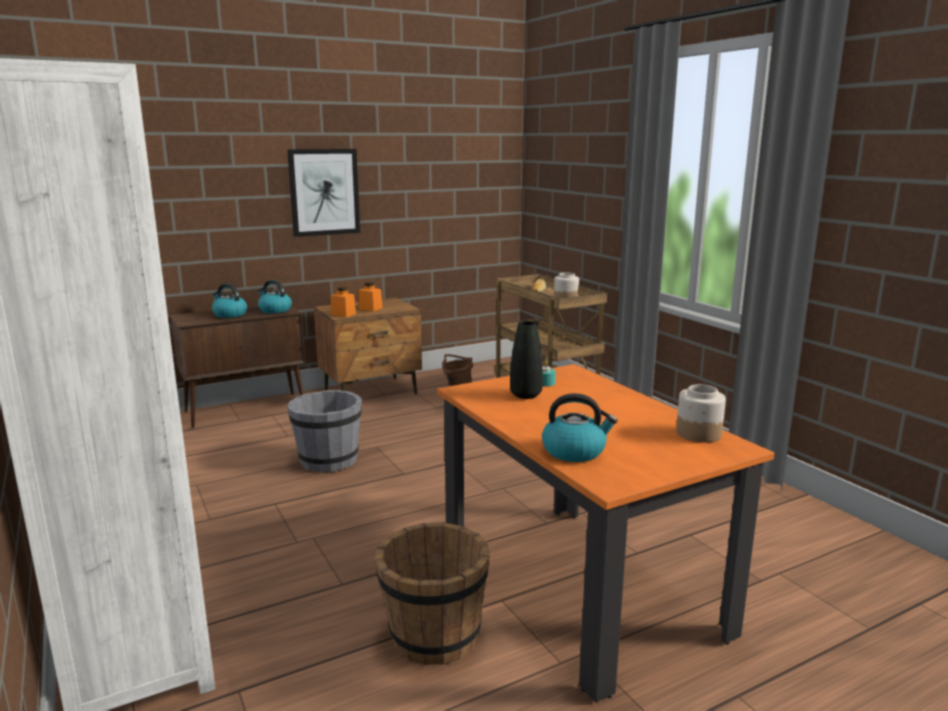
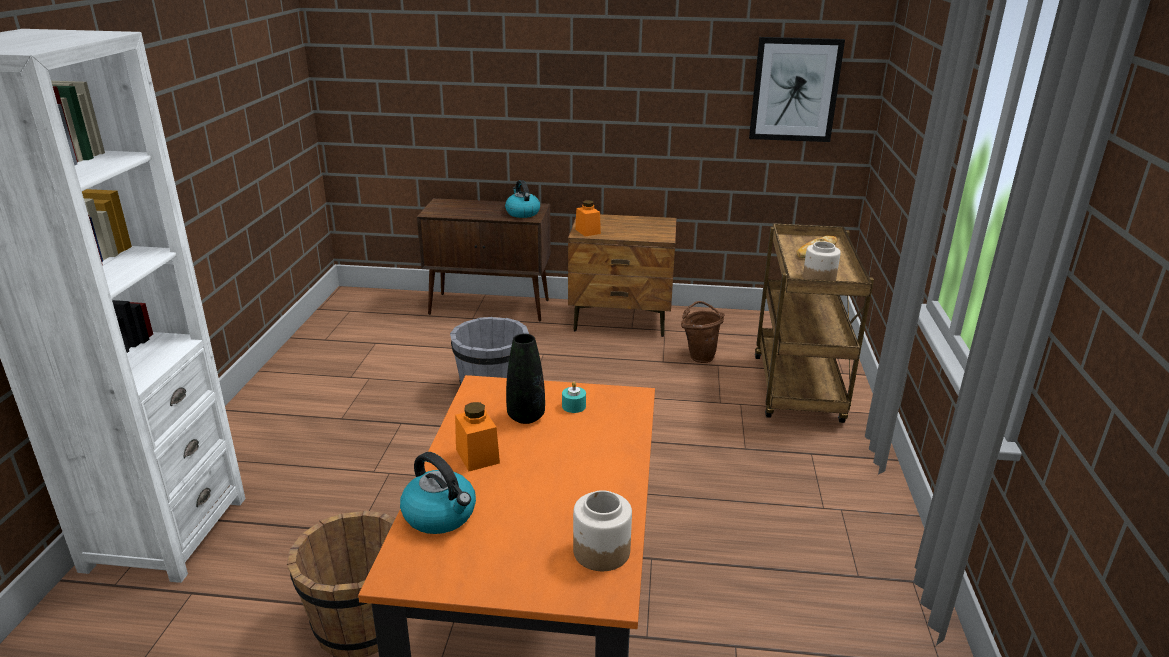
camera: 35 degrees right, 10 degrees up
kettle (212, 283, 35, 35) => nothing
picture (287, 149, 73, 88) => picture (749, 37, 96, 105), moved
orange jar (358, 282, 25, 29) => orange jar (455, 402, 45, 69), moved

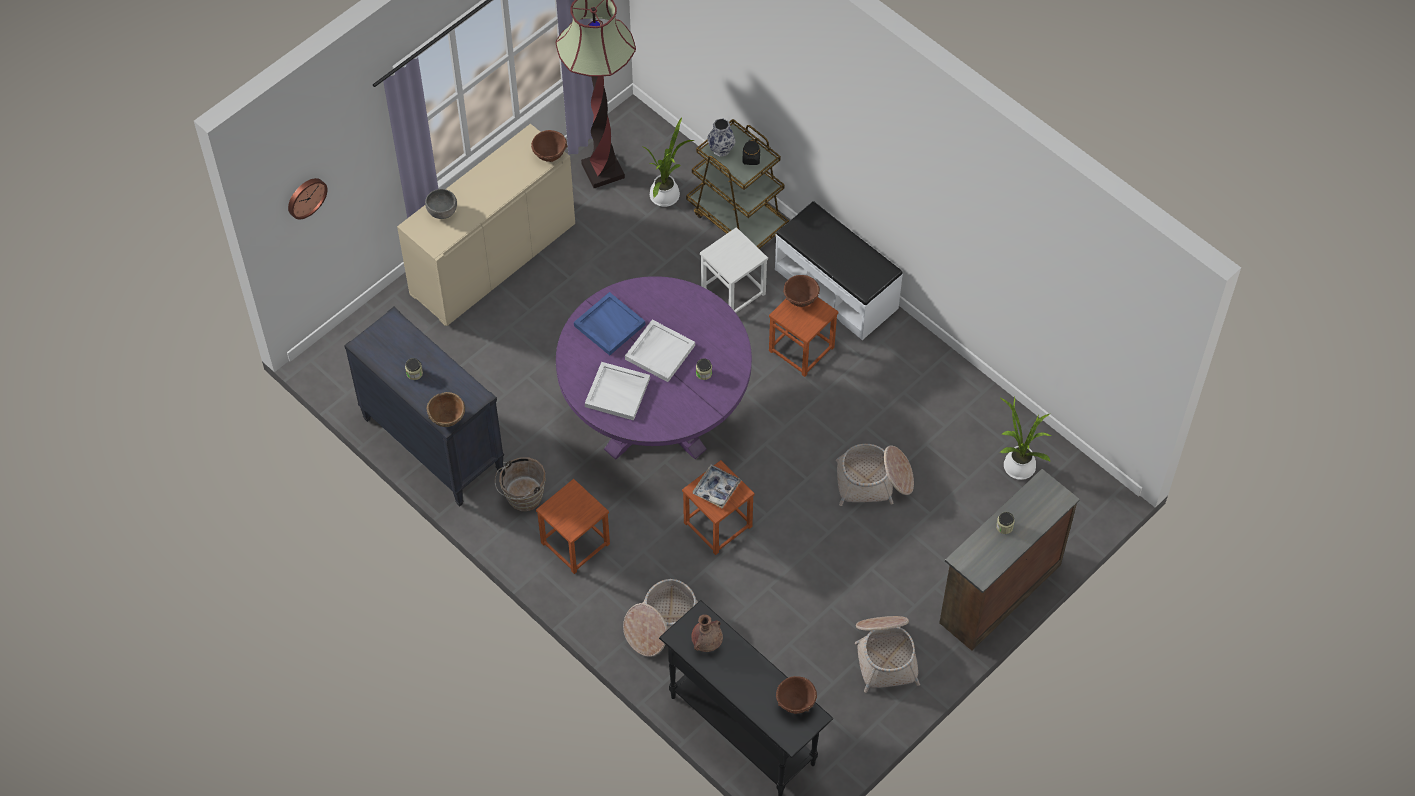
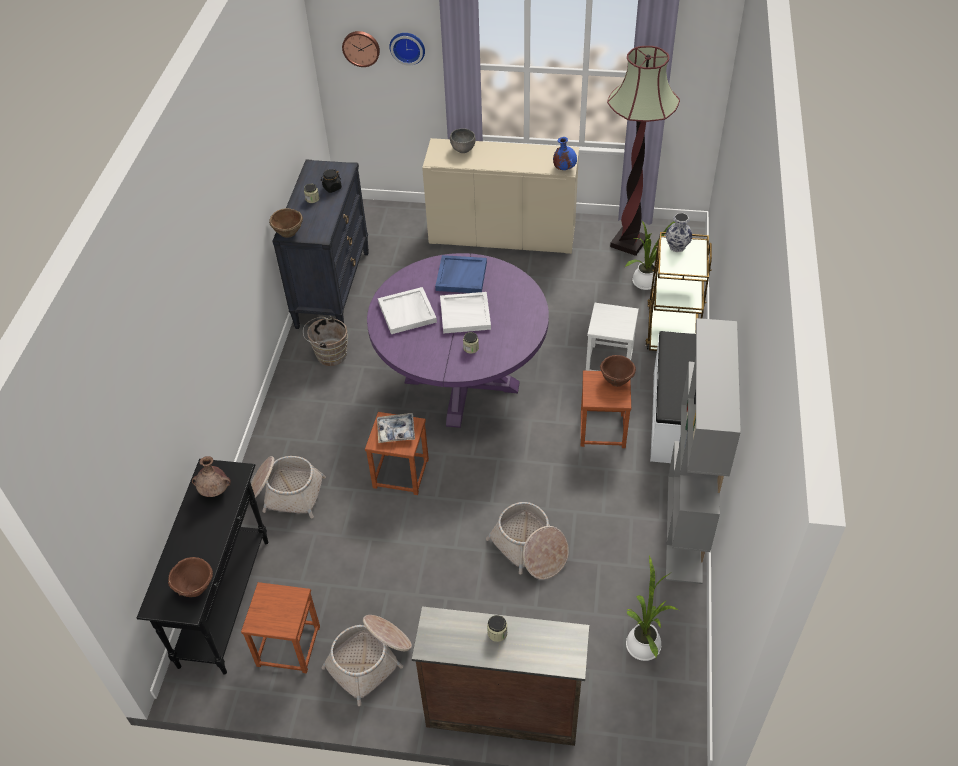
camera: 55 degrees right, 10 degrees down
nothing => wall clock (389, 33, 36, 33)
nothing => grey bookcase (666, 318, 75, 266)
brown stool (536, 479, 74, 95) => brown stool (241, 582, 79, 91), moved
black jar (742, 139, 18, 26) => black jar (321, 169, 21, 24), moved
brown bowl (531, 130, 36, 32) => blue vase (553, 137, 24, 33)

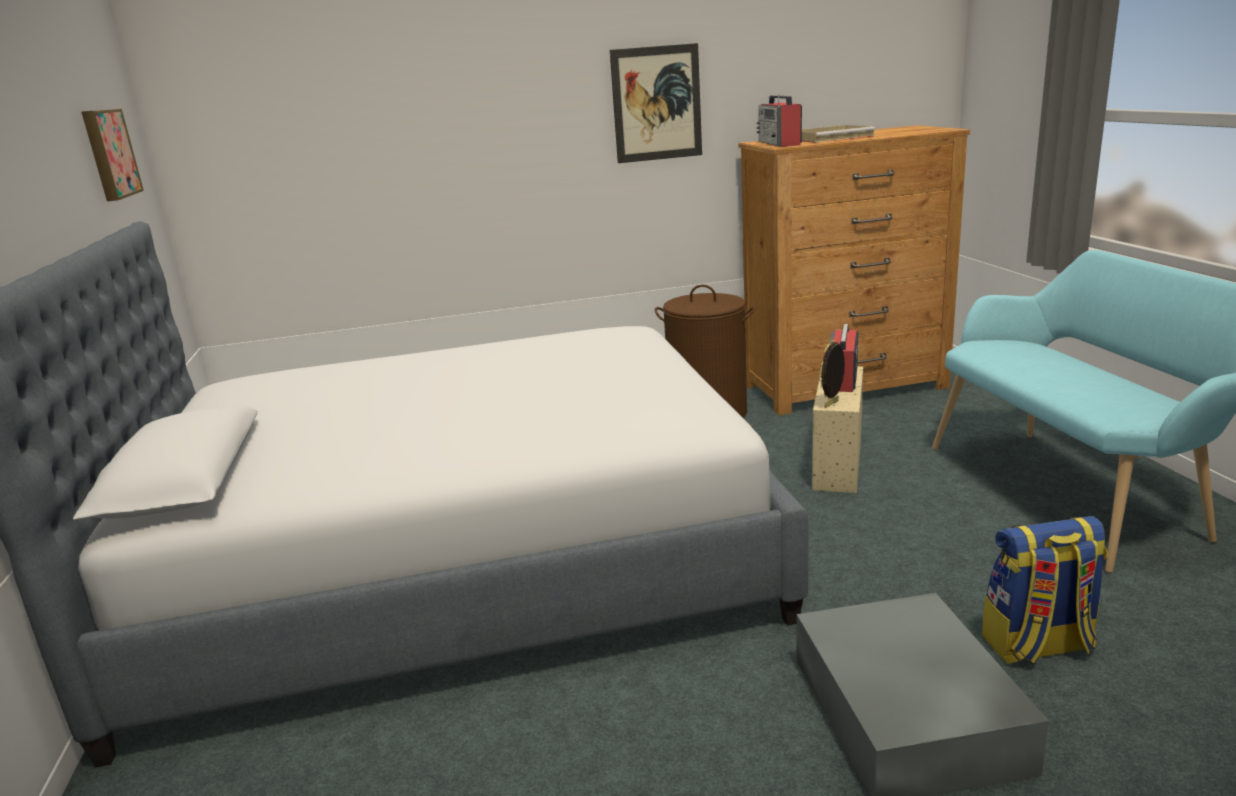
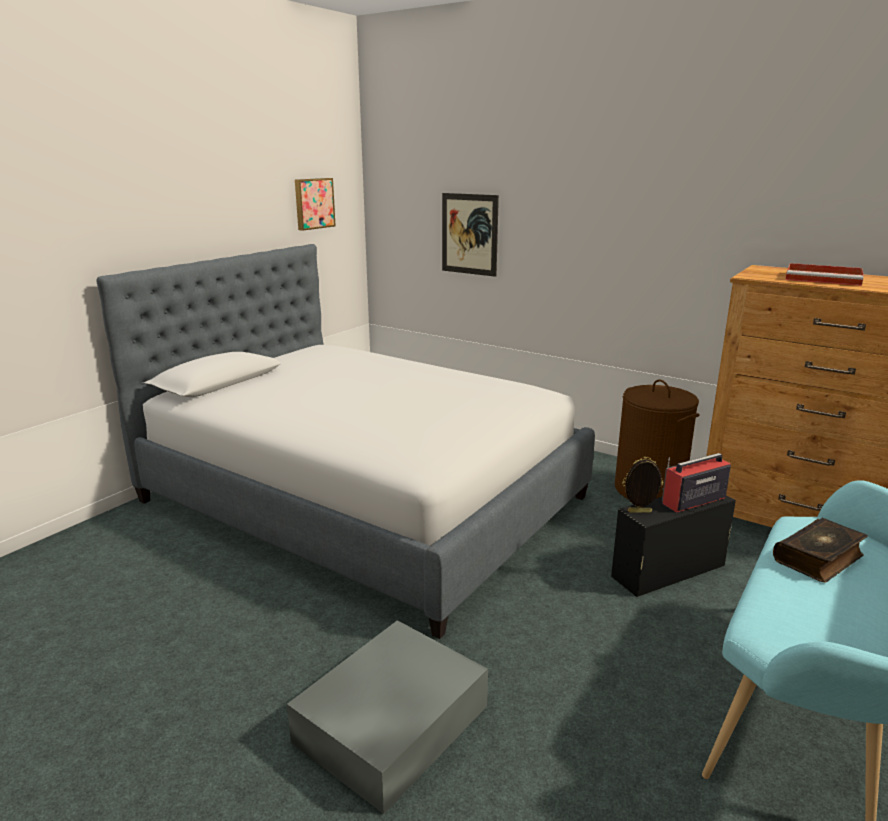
camera: 45 degrees right, 0 degrees up
radio (756, 94, 46, 53) => nothing
backpack (982, 516, 126, 148) => nothing
nothing => book (773, 518, 95, 64)
picture (610, 43, 92, 120) => picture (442, 193, 57, 84), moved
beige tray (802, 125, 73, 18) => red tray (785, 263, 79, 23)
beige storage box (812, 366, 51, 127) => black storage box (611, 495, 125, 102)

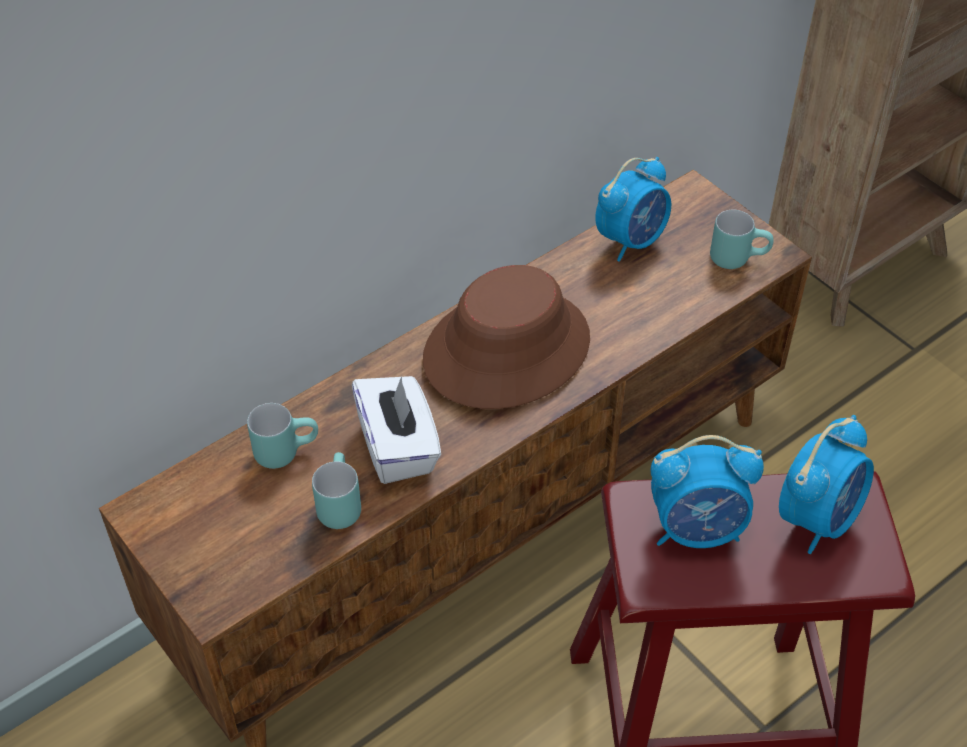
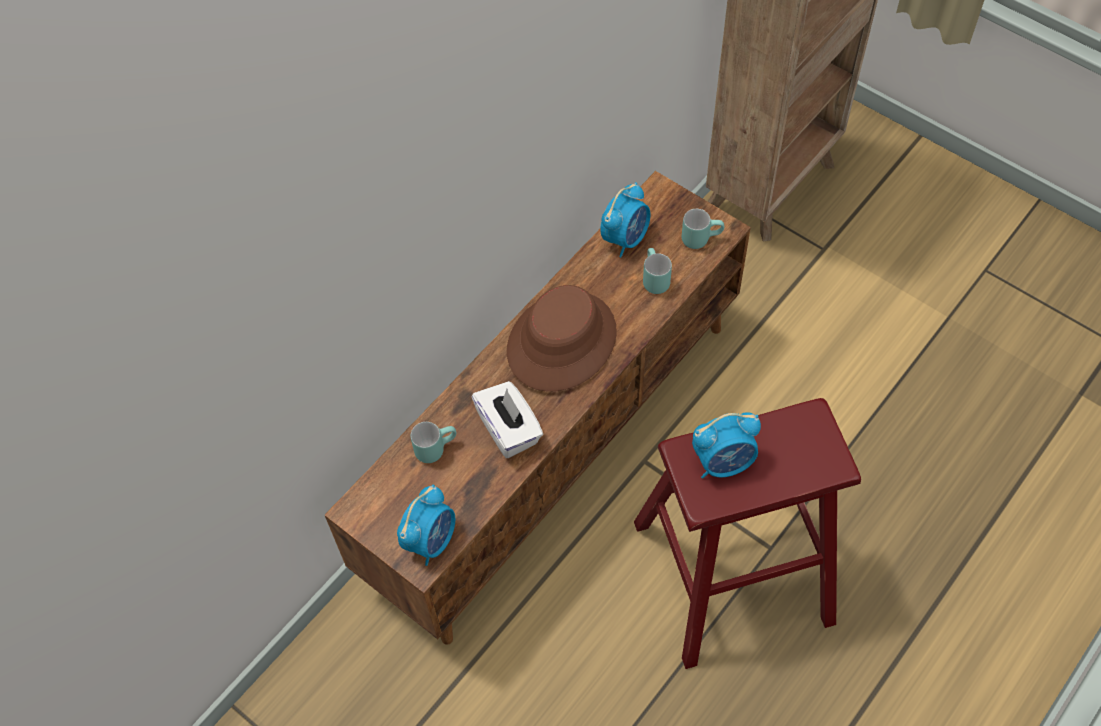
camera: 10 degrees left, 10 degrees up
turquoise mug (312, 452, 49, 77) => turquoise mug (643, 248, 29, 46), moved
alarm clock (779, 415, 95, 139) => alarm clock (397, 484, 58, 82), moved

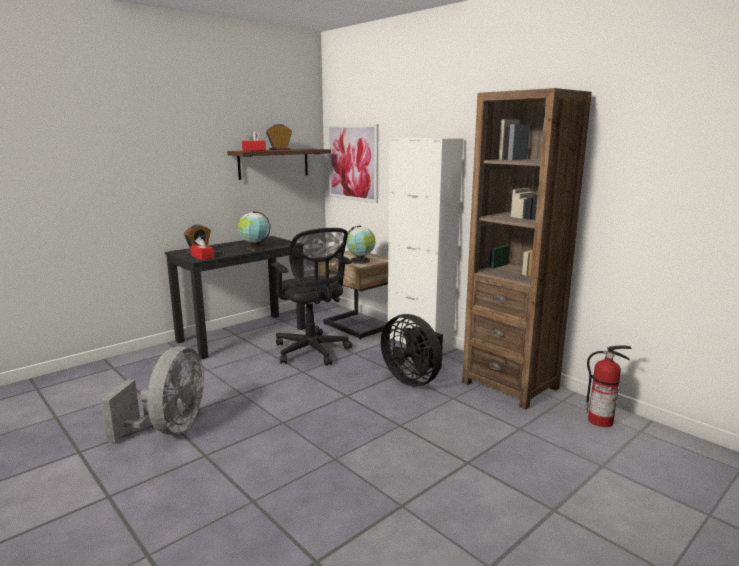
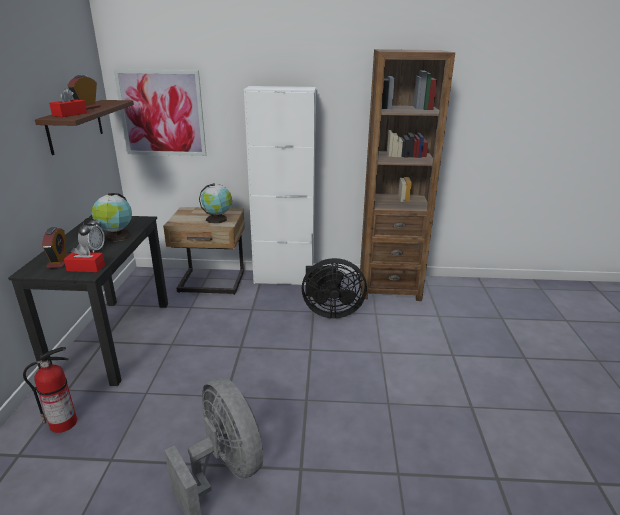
camera: 45 degrees left, 10 degrees up
black office chair (271, 228, 81, 138) => nothing
nothing => alarm clock (78, 217, 27, 35)
fire extinguisher (585, 346, 47, 81) => fire extinguisher (23, 347, 54, 86), moved

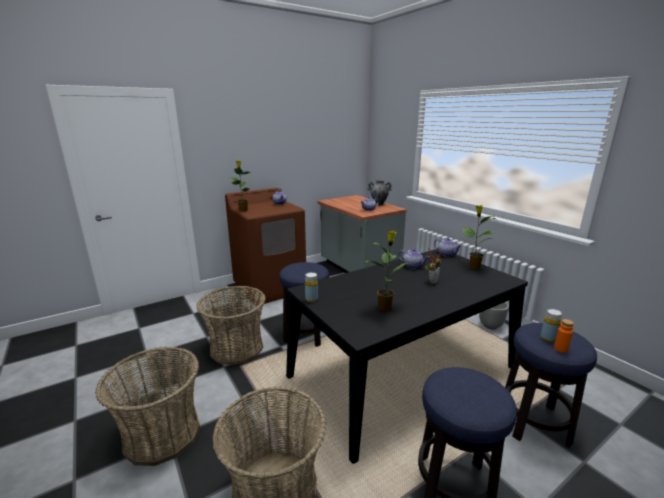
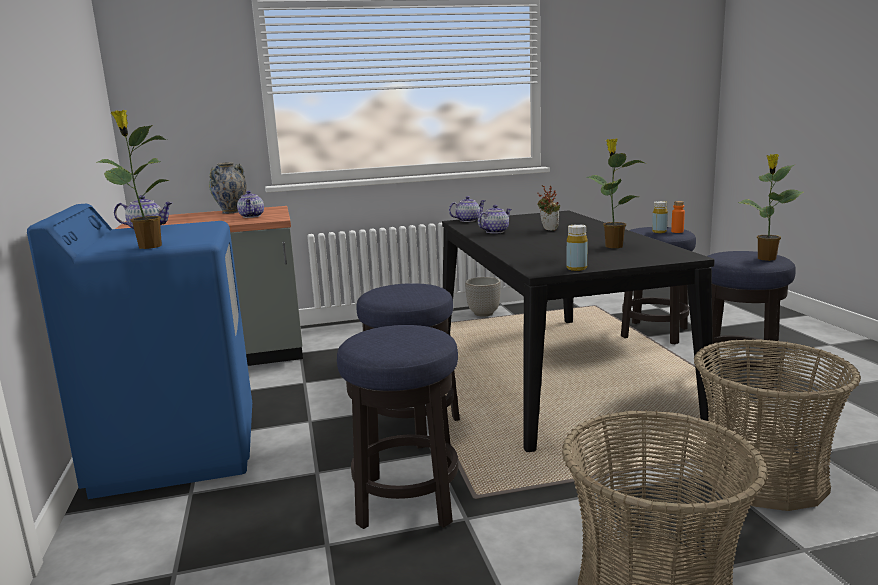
camera: 70 degrees left, 5 degrees down
potted plant (463, 205, 33, 64) => potted plant (738, 154, 66, 107), moved
basket (197, 286, 69, 79) => stool (337, 325, 121, 204)
brown washing machine (225, 188, 81, 118) => blue washing machine (27, 204, 225, 295)

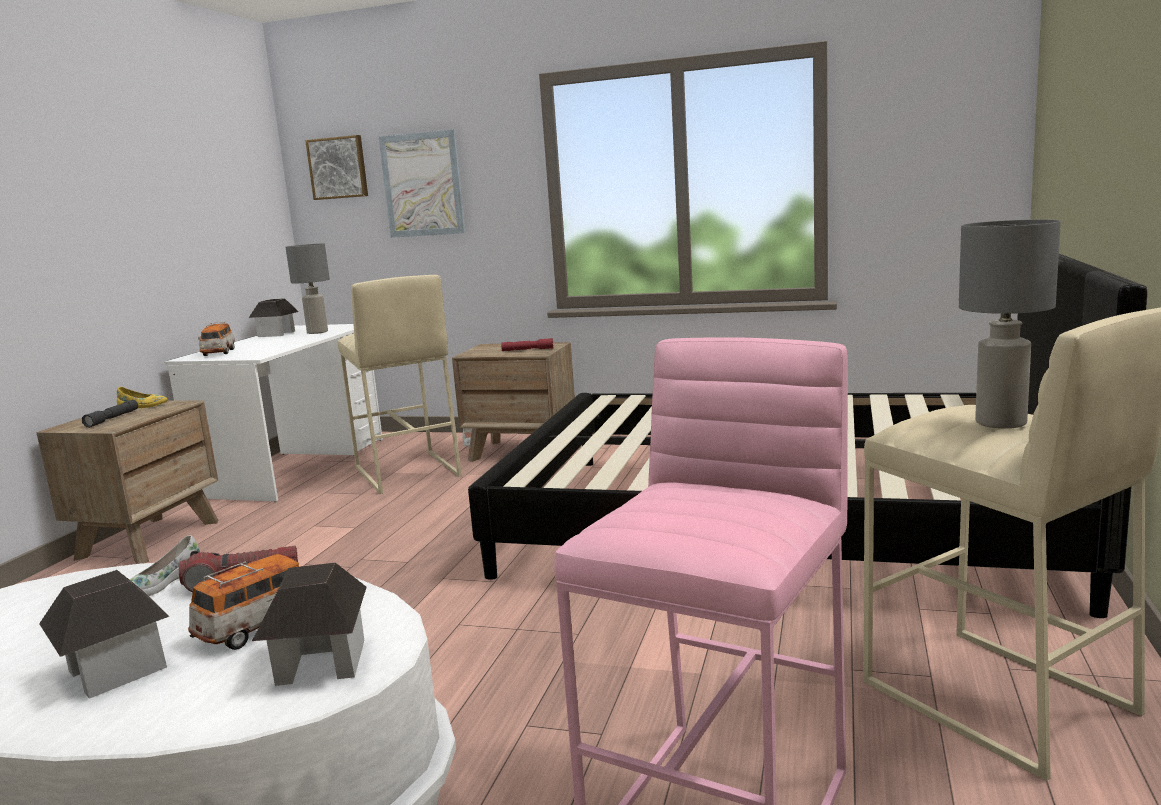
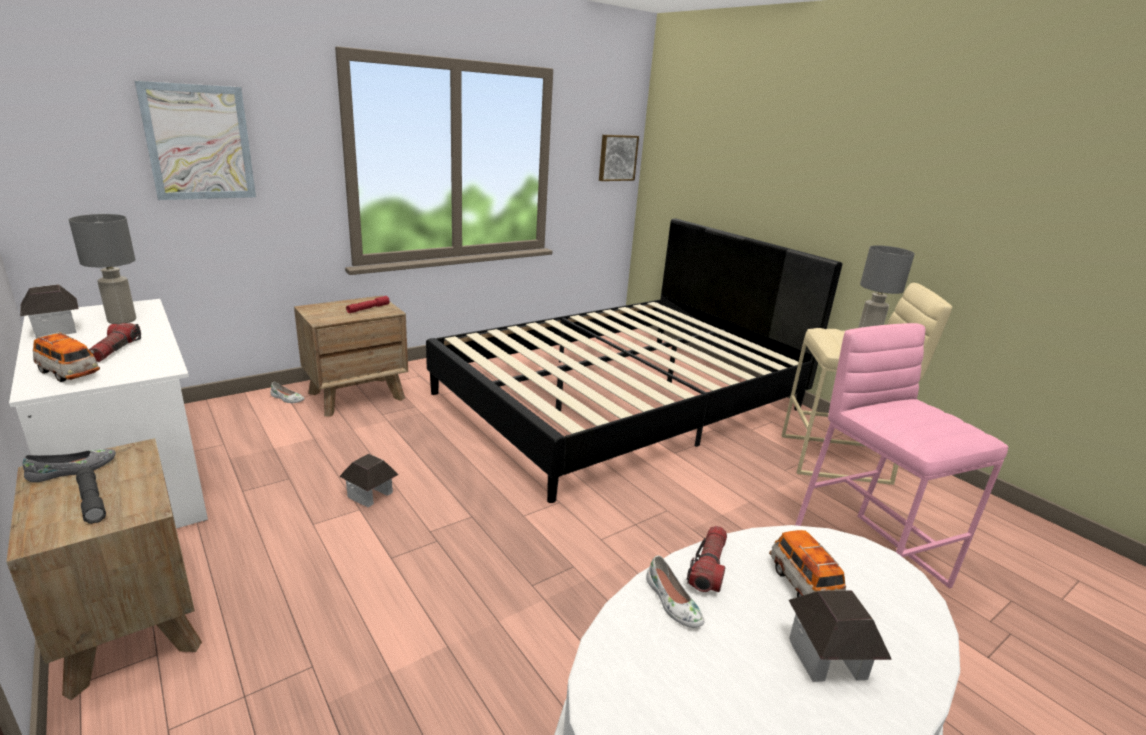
camera: 55 degrees left, 10 degrees up
beige stool (338, 275, 124, 219) => nothing
nothing => flashlight (89, 323, 52, 39)
toy house (252, 563, 115, 123) => toy house (339, 454, 60, 53), moved
picture (305, 135, 63, 65) => picture (599, 135, 40, 46), moved
yellow shoe (117, 387, 51, 21) => grey shoe (23, 449, 93, 33)

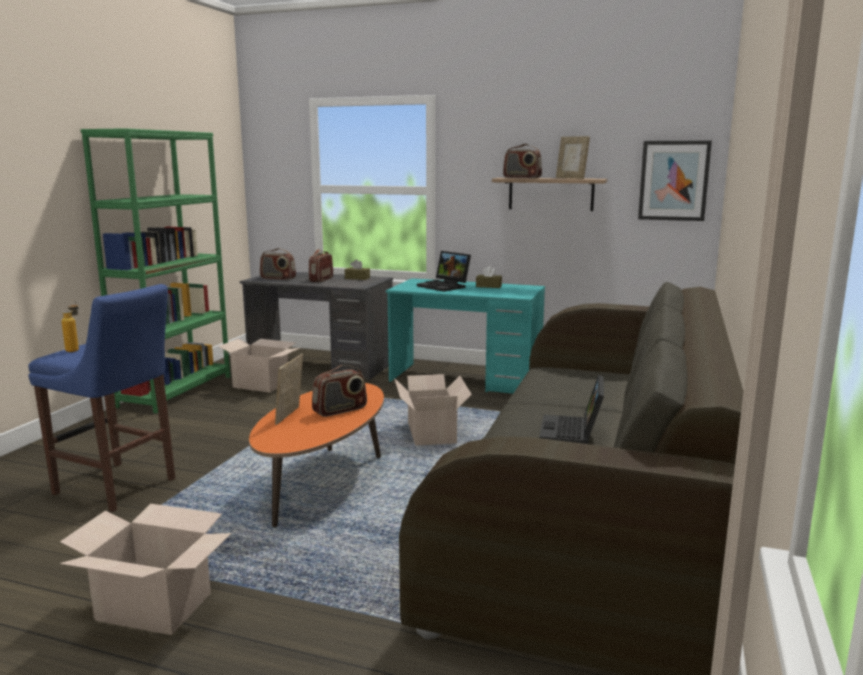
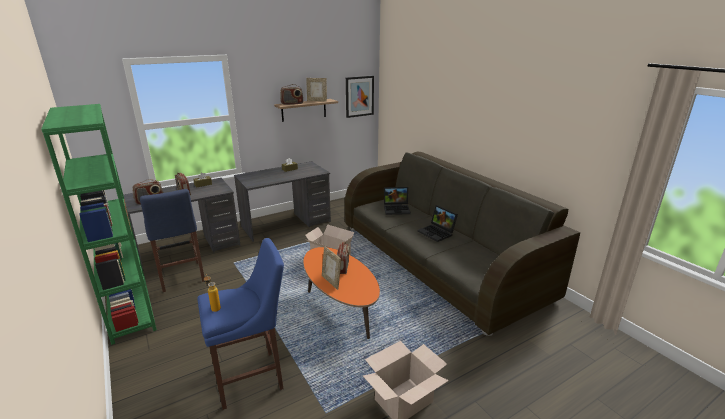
camera: 50 degrees left, 10 degrees up
laptop (417, 251, 54, 41) => laptop (384, 187, 27, 28), moved
cardboard box (218, 339, 82, 54) => blue stool (140, 189, 65, 103)
turquoise desk (386, 278, 159, 116) => grey desk (234, 162, 97, 80)

